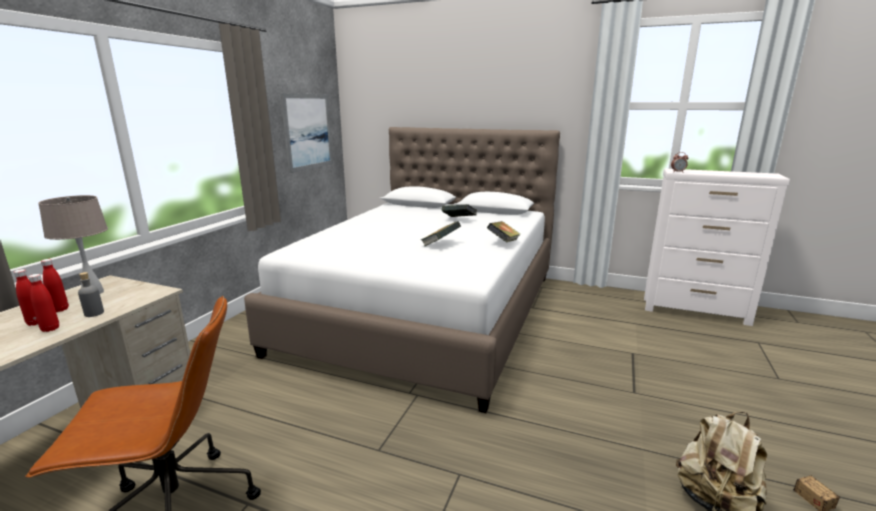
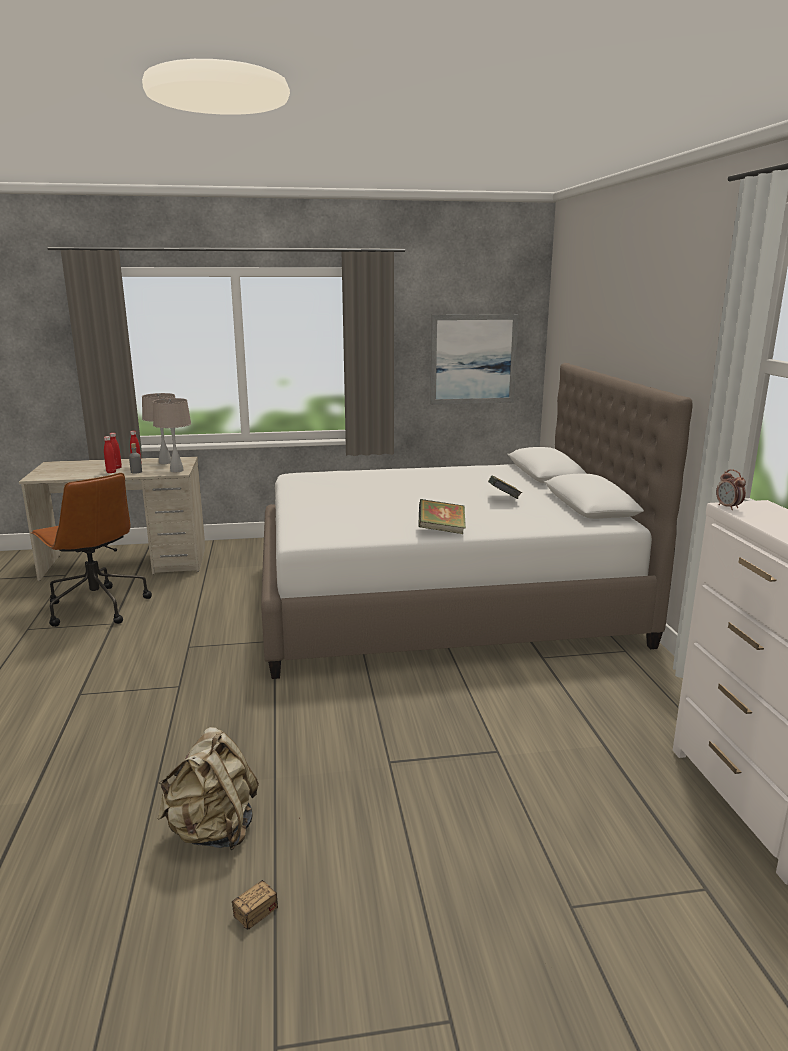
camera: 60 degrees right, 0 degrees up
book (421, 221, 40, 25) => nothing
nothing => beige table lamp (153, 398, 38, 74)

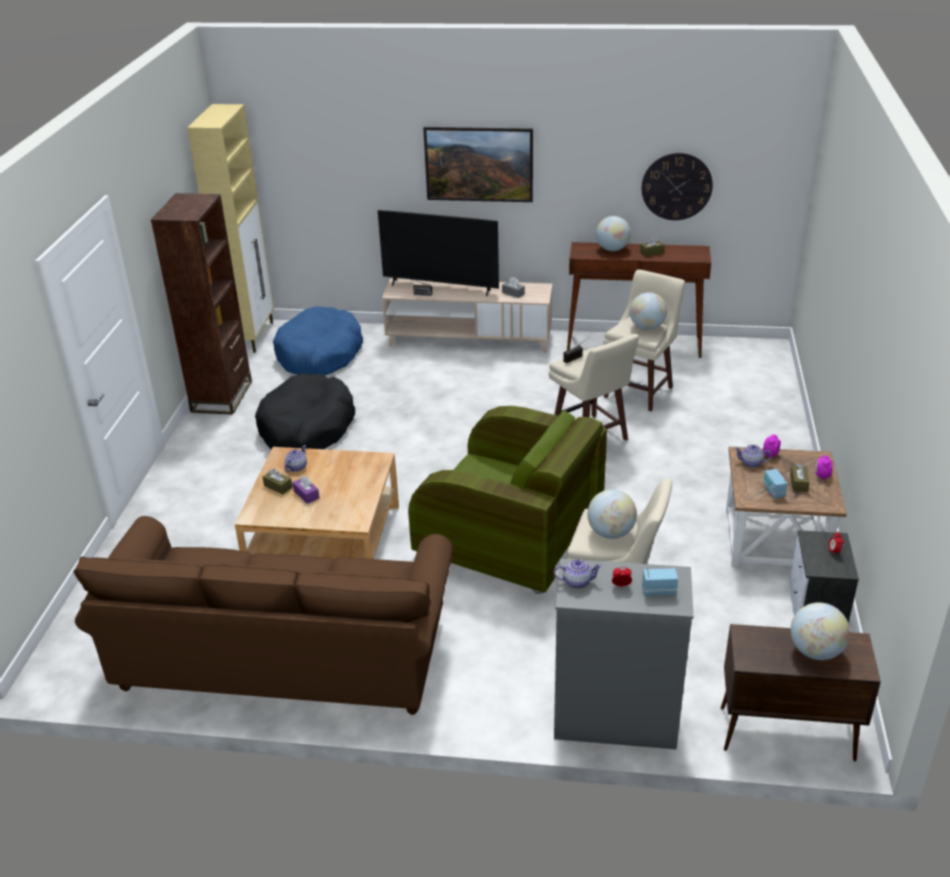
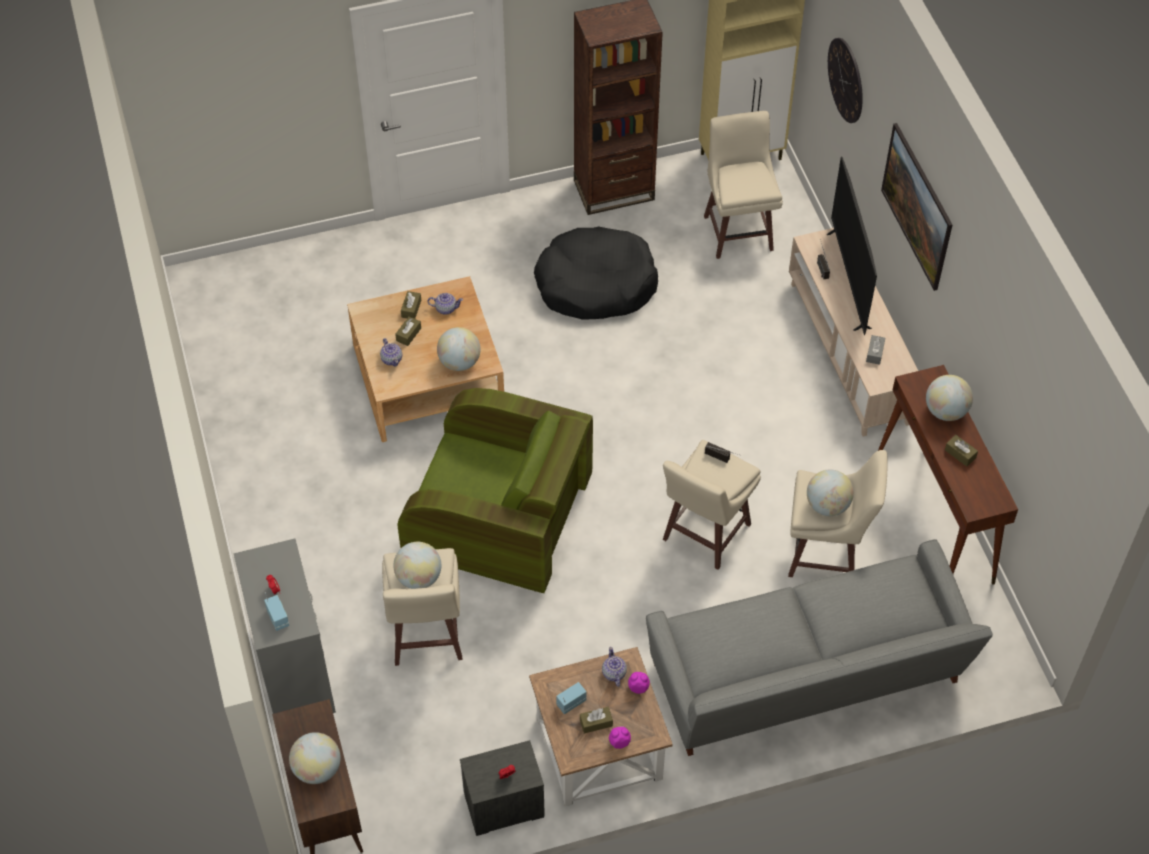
camera: 65 degrees right, 20 degrees up
brown sofa (73, 516, 380, 199) => nothing
nothing => globe (437, 327, 44, 44)
nothing => grey sofa (646, 539, 347, 217)
teapot (554, 559, 48, 30) => teapot (380, 338, 22, 28), moved
wall clock (642, 153, 71, 67) => wall clock (828, 38, 35, 85), moved
blue dog bed (273, 306, 90, 69) => beige stool (704, 111, 79, 148)
purple tissue box (292, 475, 27, 29) => brown tissue box (395, 316, 26, 30)
green armchair (408, 406, 199, 188) => green armchair (397, 388, 196, 205), 75 degrees counterclockwise

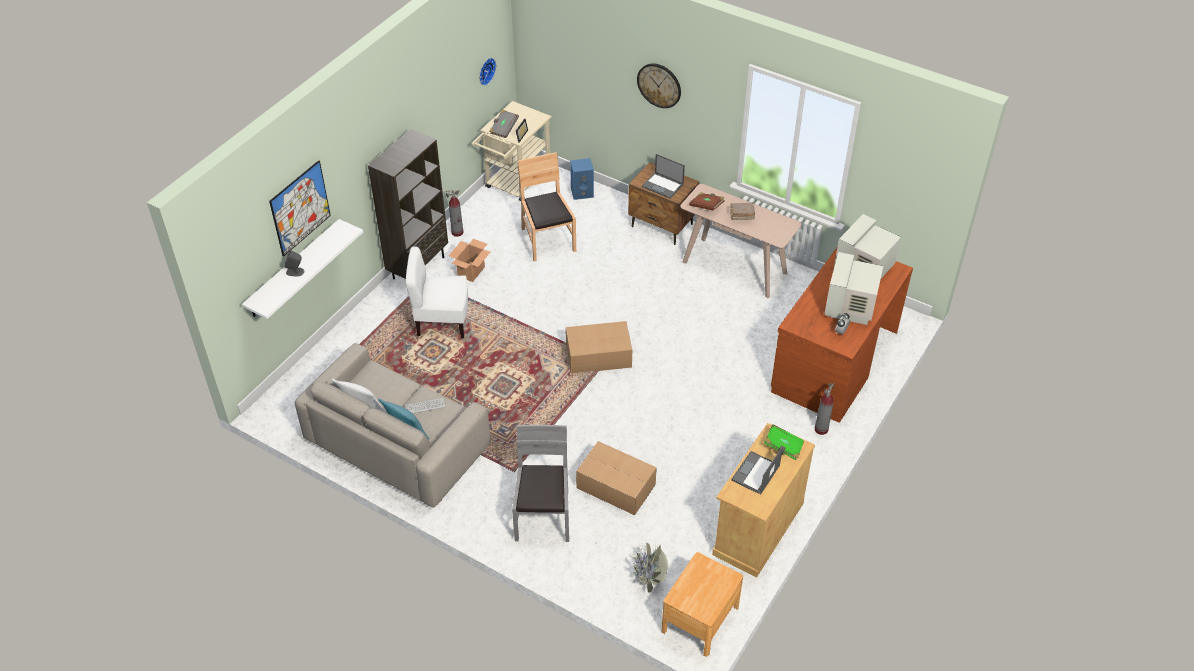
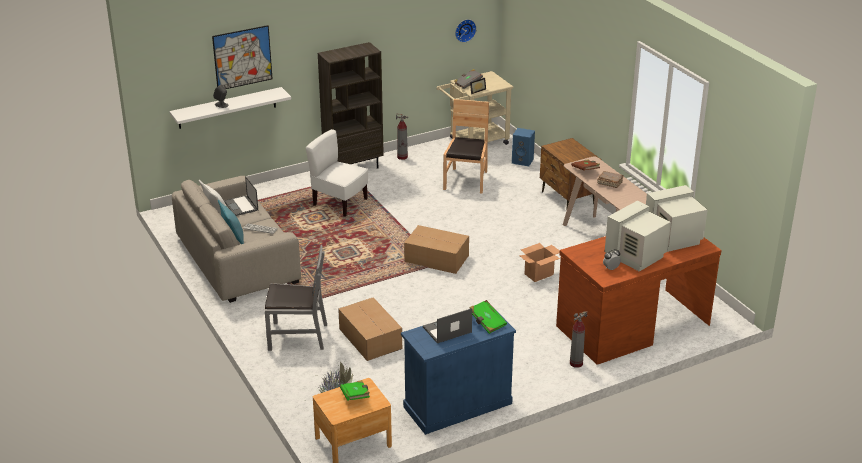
camera: 30 degrees right, 15 degrees down
wall clock (637, 63, 44, 45) => nothing
nothing => green book (340, 380, 30, 21)
cardboard box (449, 239, 41, 43) => cardboard box (520, 243, 40, 39), moved
laptop (642, 154, 43, 45) => laptop (224, 176, 34, 40), moved
beige cabinet (712, 423, 103, 155) => blue cabinet (401, 315, 115, 120)
grey chair (512, 425, 57, 117) => grey chair (265, 245, 62, 106), 60 degrees clockwise

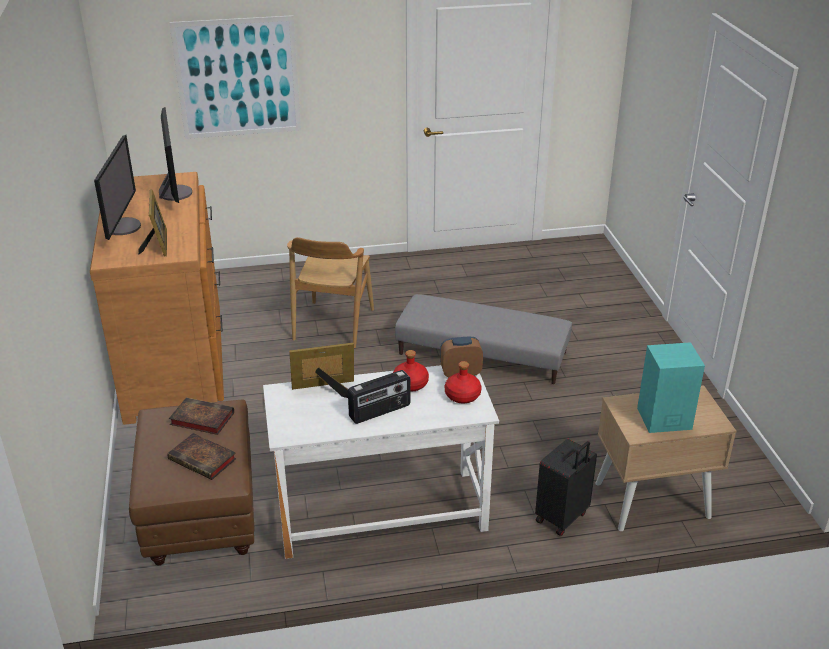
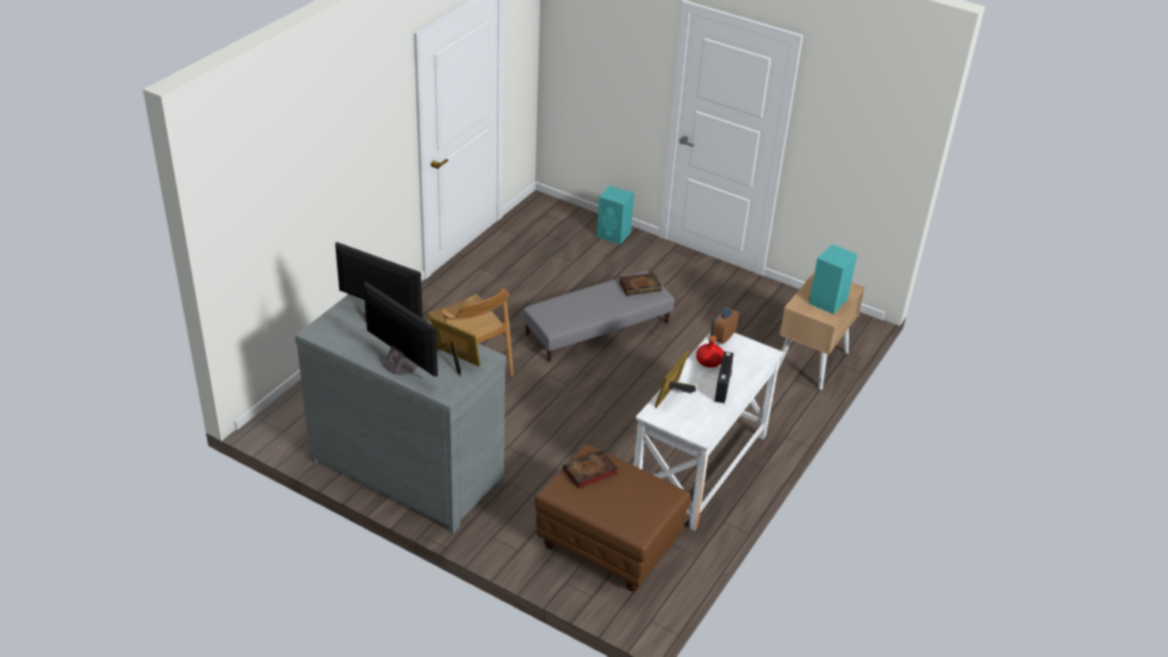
camera: 50 degrees left, 5 degrees up
picture (169, 15, 132, 124) => nothing
red bottle (445, 361, 37, 42) => nothing
black suitcase (535, 439, 62, 97) => nothing
nothing => turquoise speaker (597, 186, 37, 59)
book (167, 433, 69, 47) => book (619, 273, 43, 22), moved
brown dresser (90, 172, 134, 253) => grey dresser (295, 294, 211, 240)

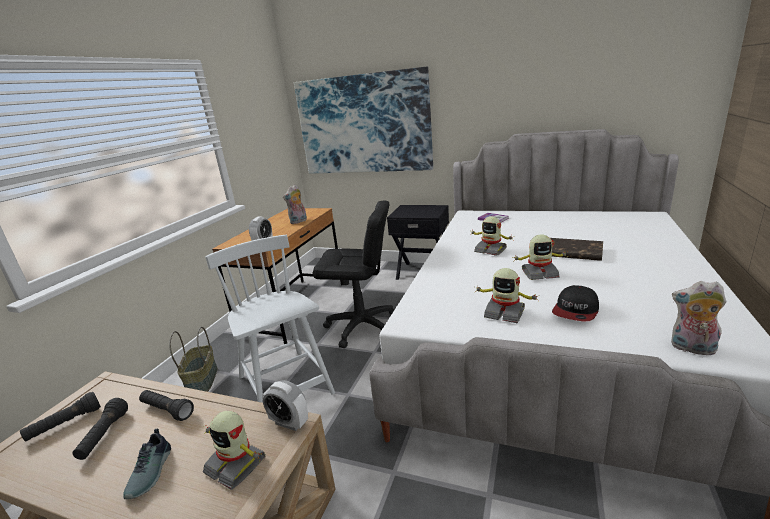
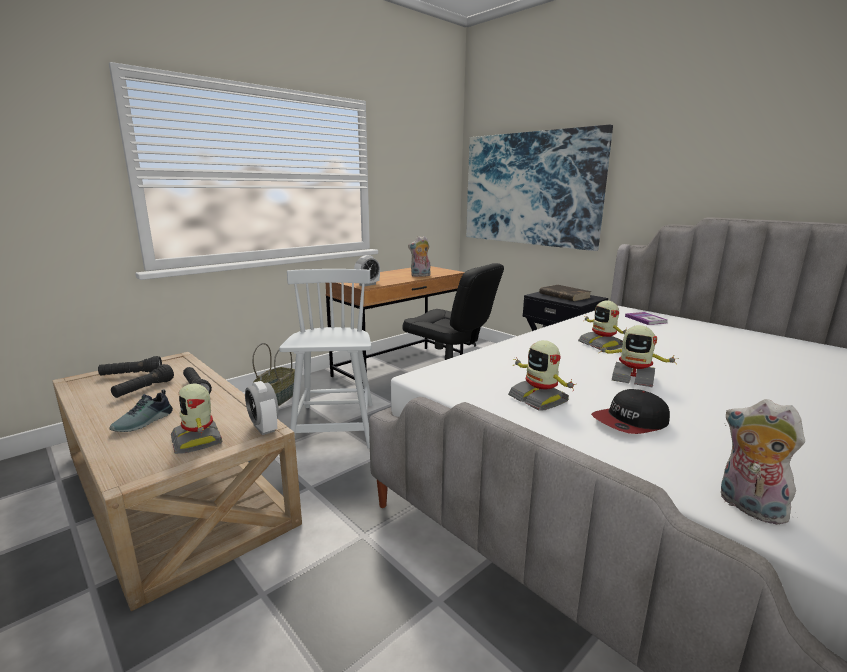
camera: 25 degrees right, 5 degrees down
brown book (550, 238, 53, 23) => brown book (539, 285, 53, 16), moved

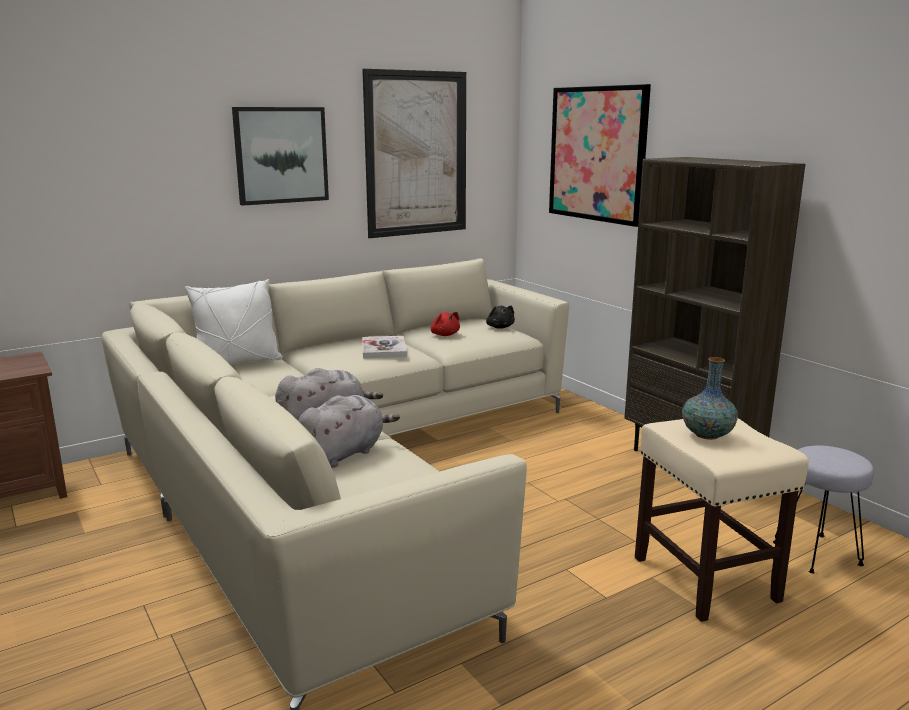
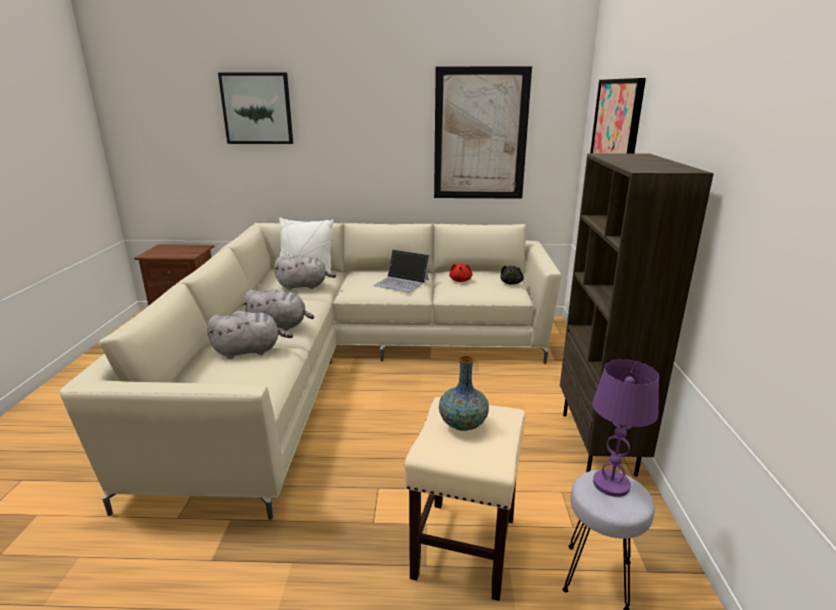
camera: 35 degrees right, 5 degrees up
nothing => grey plush toy (274, 254, 62, 36)
nothing => purple table lamp (592, 359, 67, 138)
picture (232, 107, 97, 99) => picture (218, 73, 75, 71), moved
book (362, 336, 45, 22) => laptop (373, 249, 57, 44)

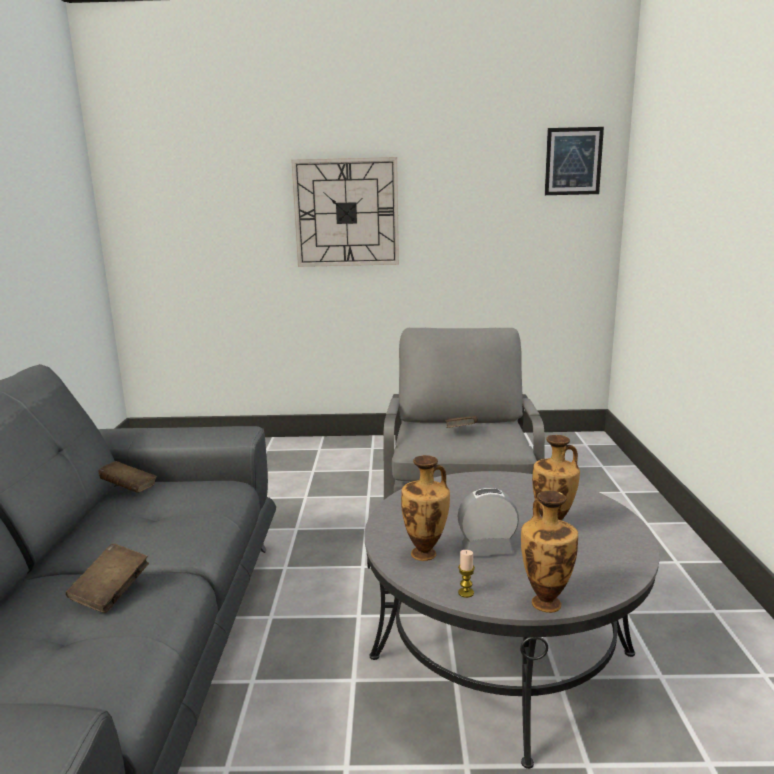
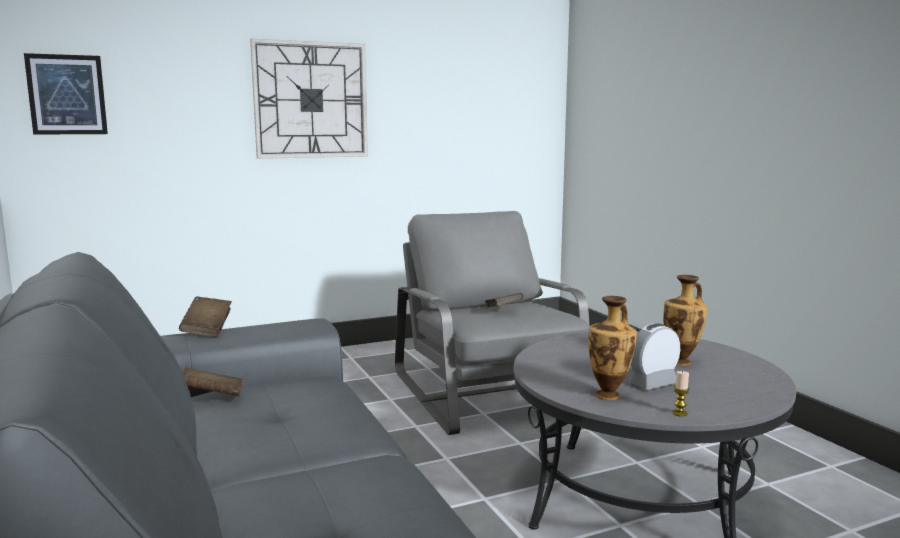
camera: 25 degrees left, 5 degrees down
vase (521, 491, 57, 122) => nothing
brown book (66, 543, 83, 70) => brown book (179, 297, 53, 40), moved
picture (545, 127, 59, 68) => picture (24, 53, 84, 82), moved

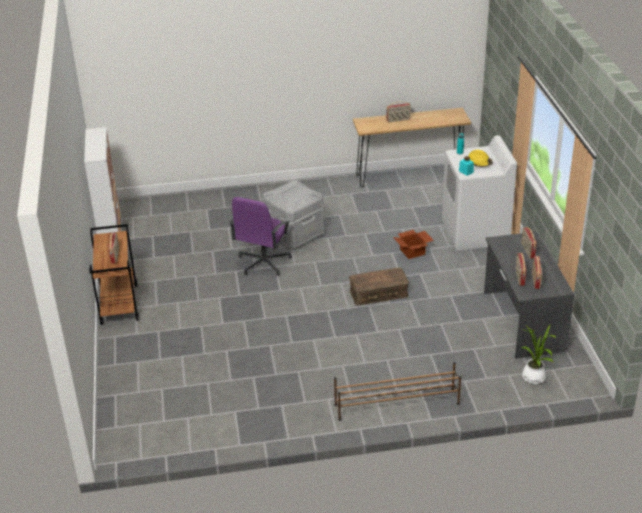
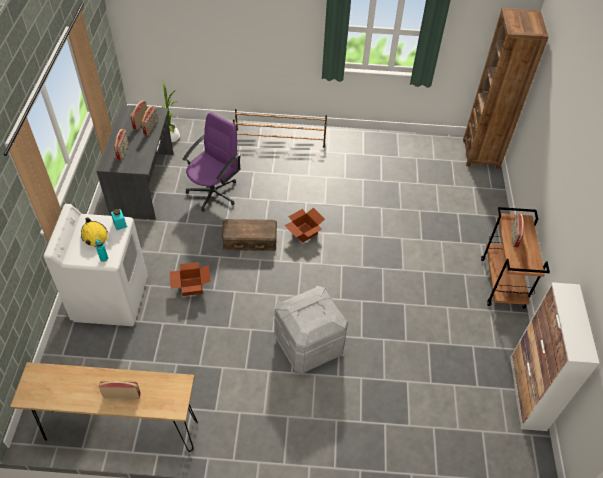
camera: 170 degrees left, 15 degrees up
nothing => cardboard box (284, 207, 41, 35)
nothing => brown bookcase (463, 8, 85, 161)
purple office chair (230, 197, 62, 79) => purple office chair (183, 112, 58, 100), moved

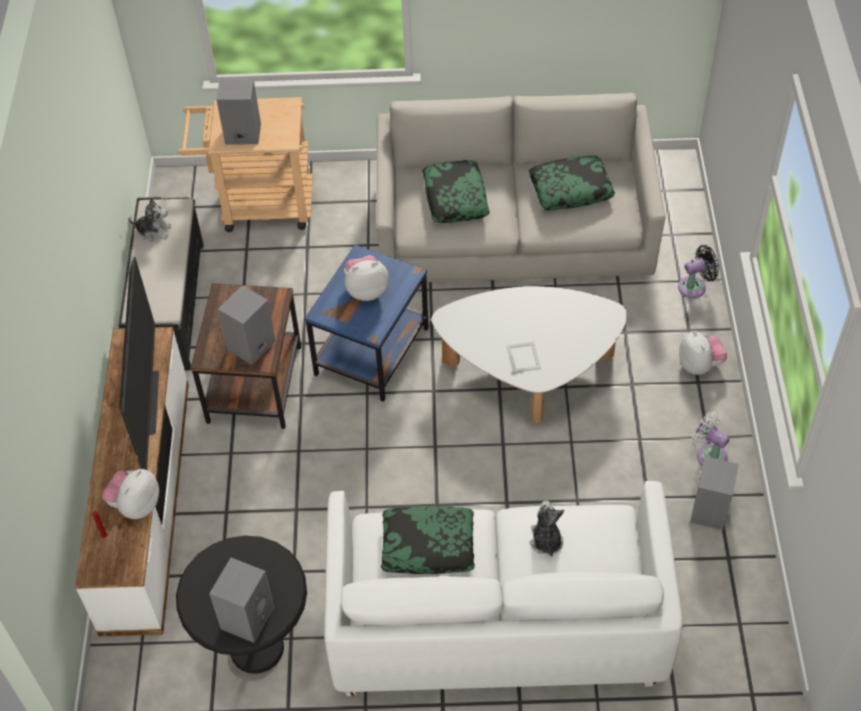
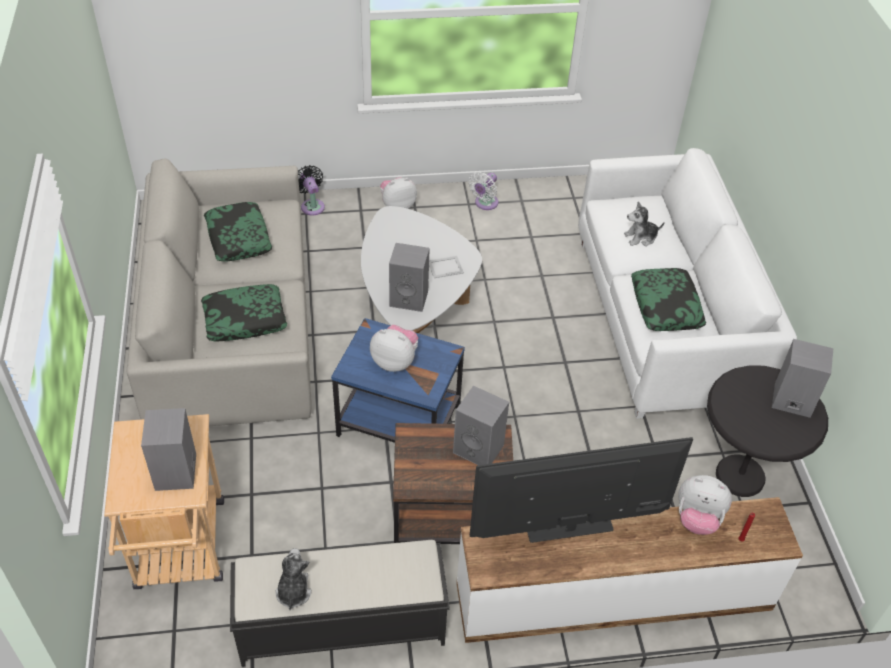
camera: 100 degrees left, 5 degrees down
grey speaker (690, 456, 49, 74) => grey speaker (389, 243, 41, 69), moved
plush toy (344, 255, 45, 46) => plush toy (370, 325, 48, 47), 135 degrees clockwise

